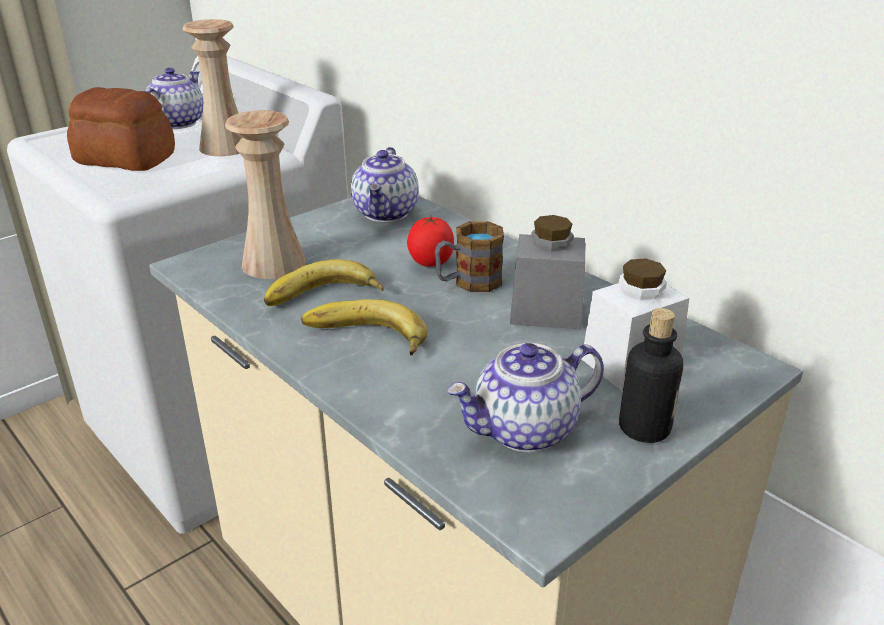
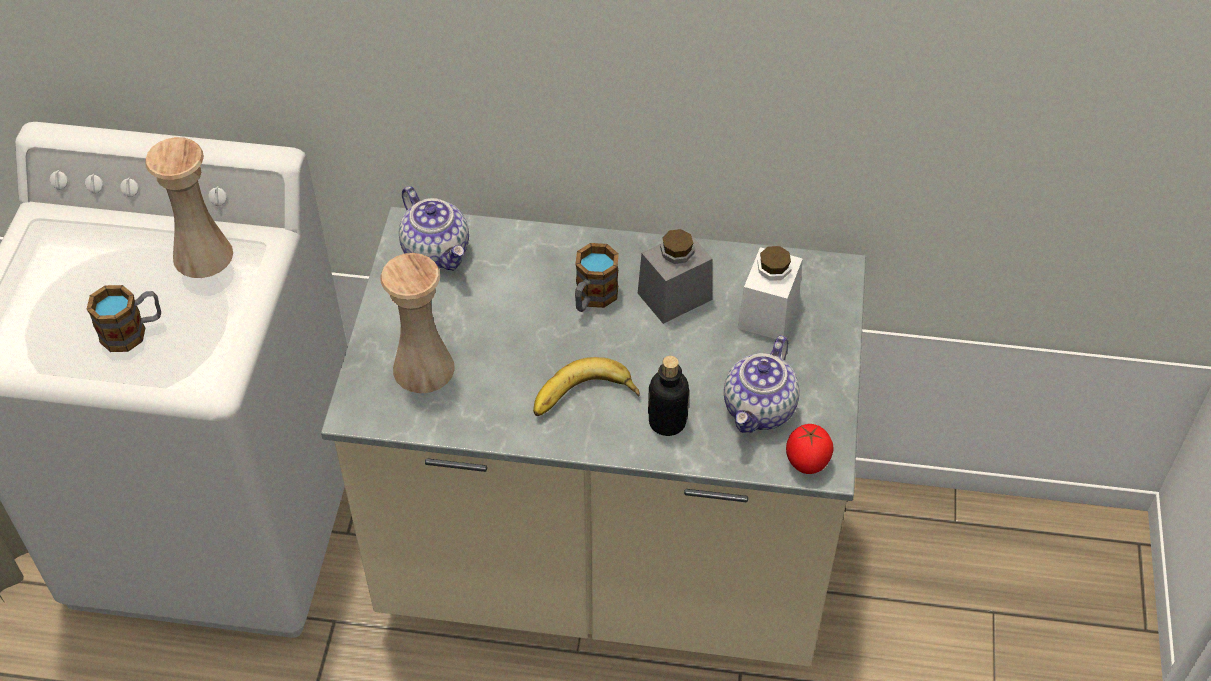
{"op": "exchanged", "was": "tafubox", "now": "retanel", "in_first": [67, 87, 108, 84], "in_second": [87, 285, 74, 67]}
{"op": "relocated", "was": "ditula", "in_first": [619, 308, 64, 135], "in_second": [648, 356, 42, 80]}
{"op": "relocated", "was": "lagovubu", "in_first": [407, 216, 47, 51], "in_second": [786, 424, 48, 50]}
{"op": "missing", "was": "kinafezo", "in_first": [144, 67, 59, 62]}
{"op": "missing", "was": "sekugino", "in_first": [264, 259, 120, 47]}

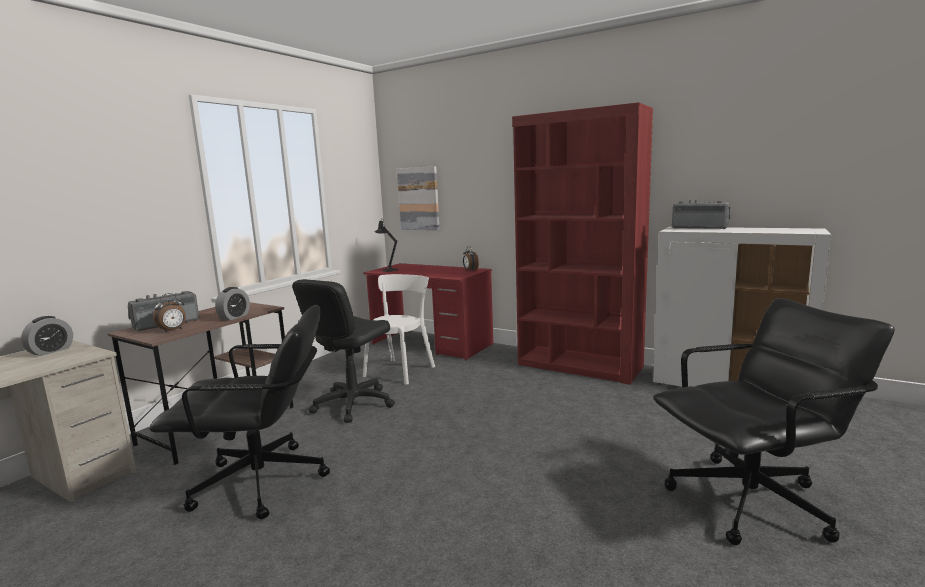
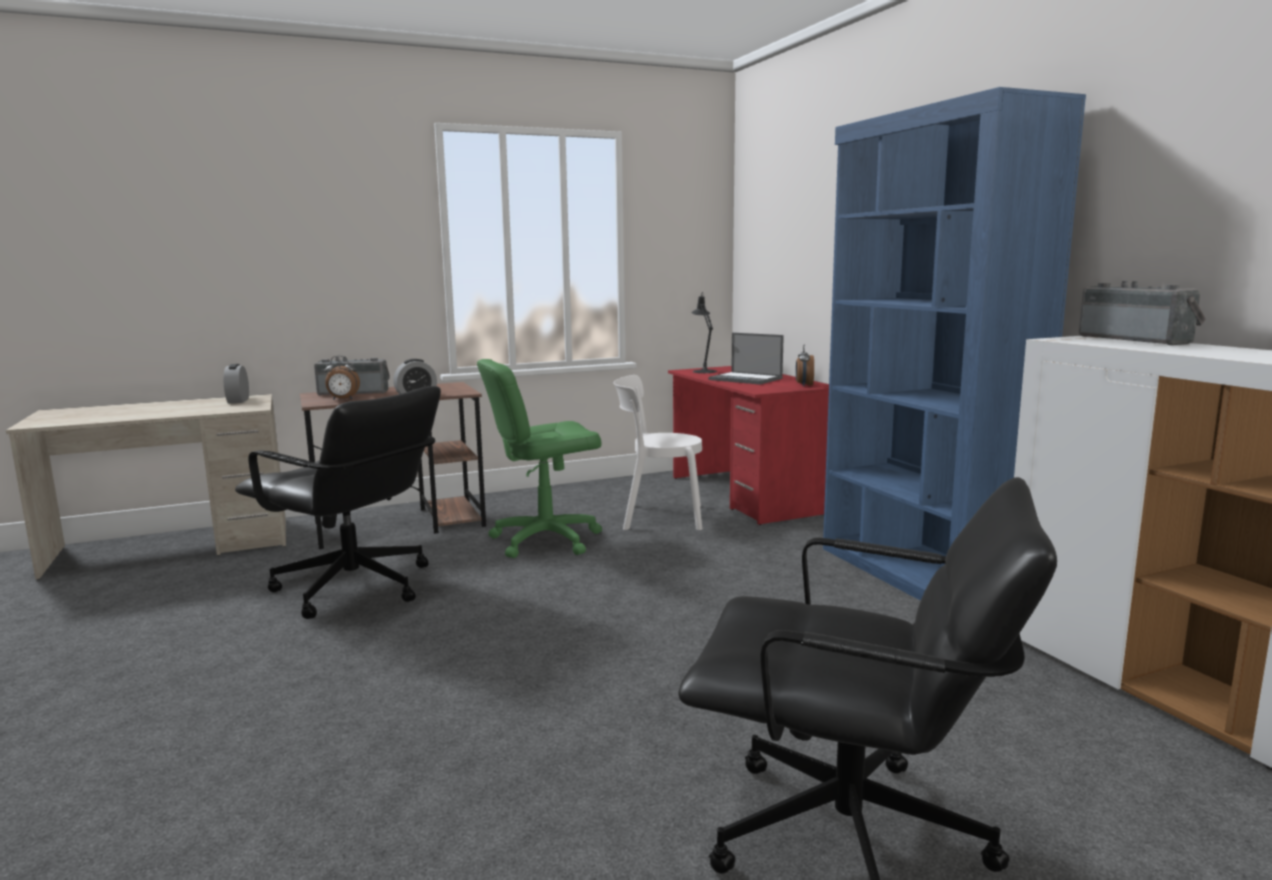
{"op": "spun", "was": "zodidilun", "in_first": [21, 316, 52, 40], "in_second": [224, 364, 25, 39], "clockwise": 105}
{"op": "colour", "was": "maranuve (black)", "now": "maranuve (green)", "in_first": [292, 279, 103, 144], "in_second": [477, 359, 125, 199]}
{"op": "spun", "was": "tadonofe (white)", "in_first": [363, 274, 72, 111], "in_second": [613, 375, 90, 155], "clockwise": -150}
{"op": "appeared", "now": "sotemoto", "in_second": [708, 333, 76, 52]}
{"op": "colour", "was": "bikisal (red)", "now": "bikisal (blue)", "in_first": [512, 102, 141, 283], "in_second": [823, 87, 263, 514]}
{"op": "missing", "was": "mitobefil", "in_first": [397, 166, 43, 64]}

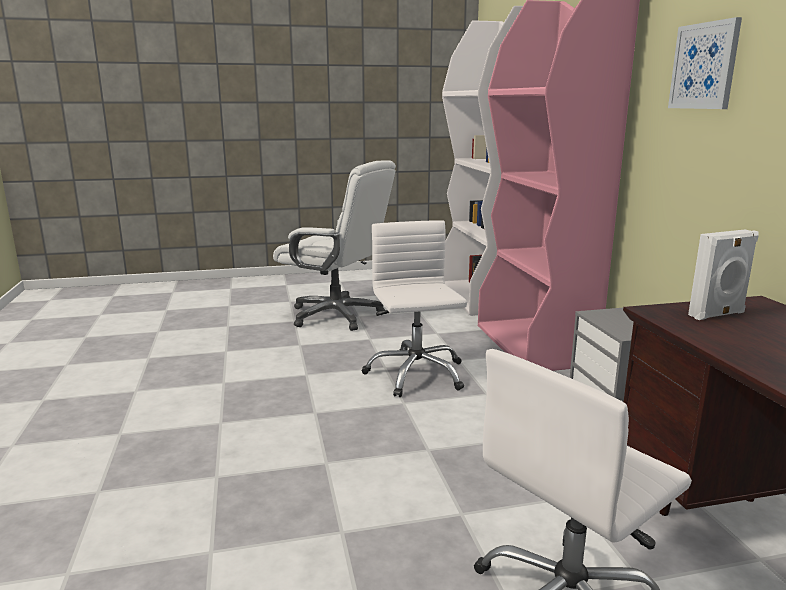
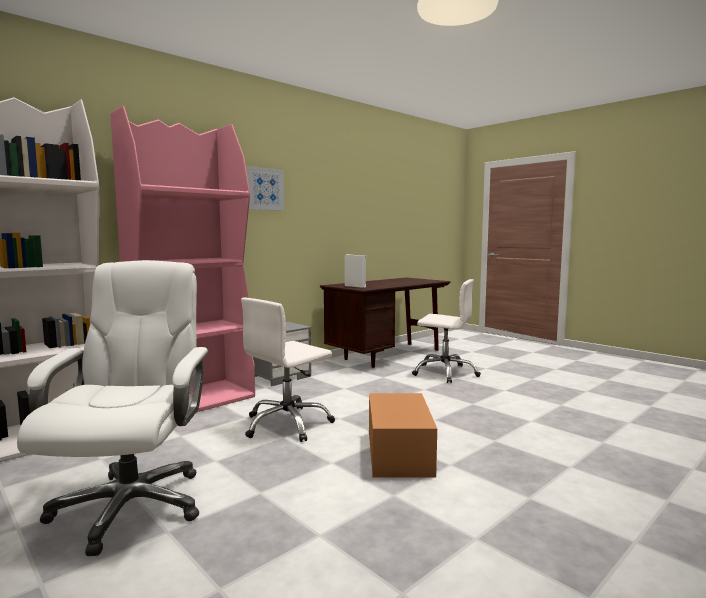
{"op": "appeared", "now": "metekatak", "in_second": [369, 393, 68, 85]}

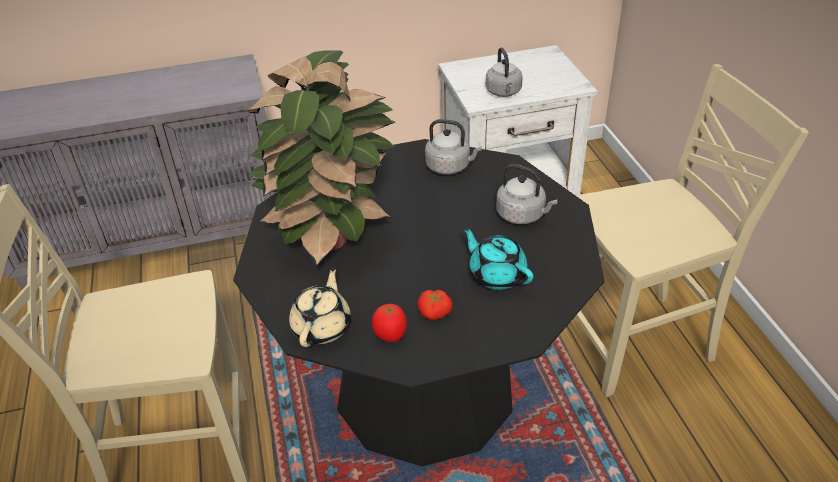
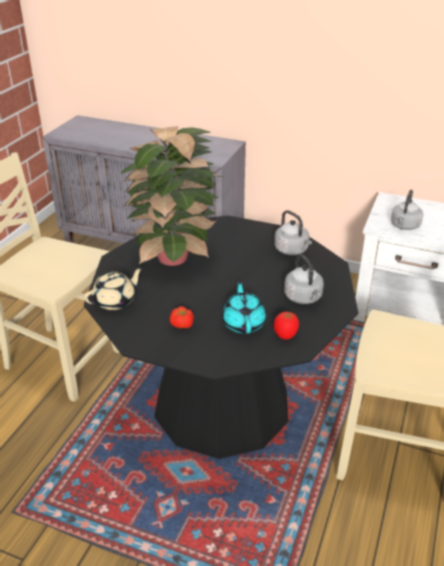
{"op": "relocated", "was": "lagovubu", "in_first": [372, 304, 35, 38], "in_second": [274, 312, 25, 28]}

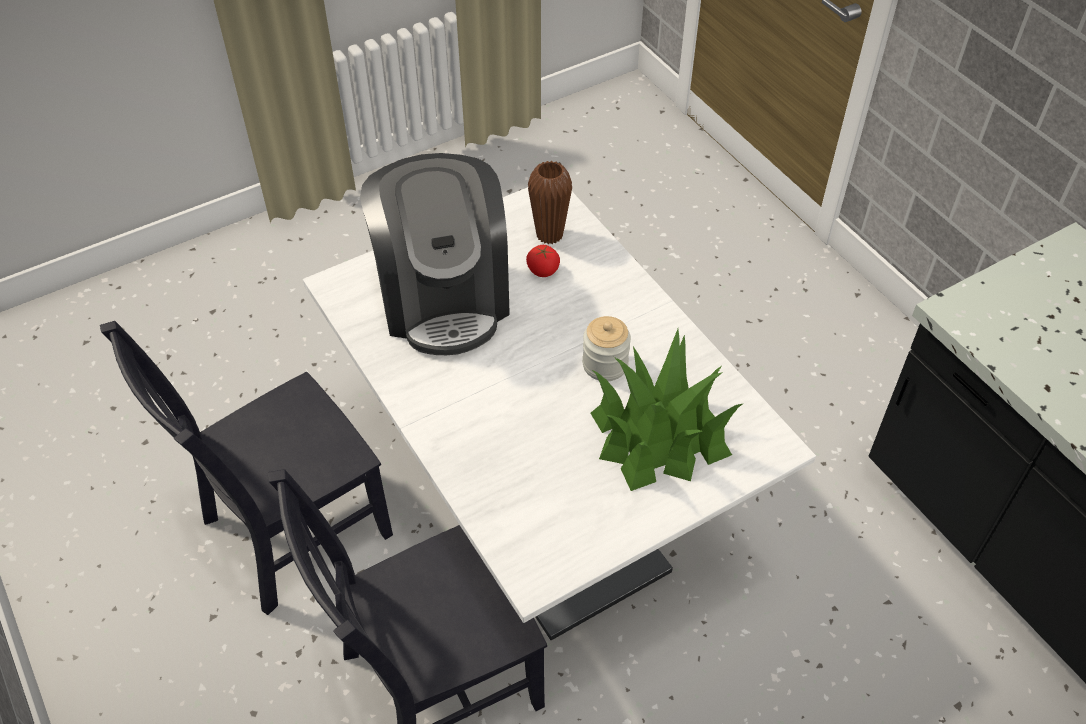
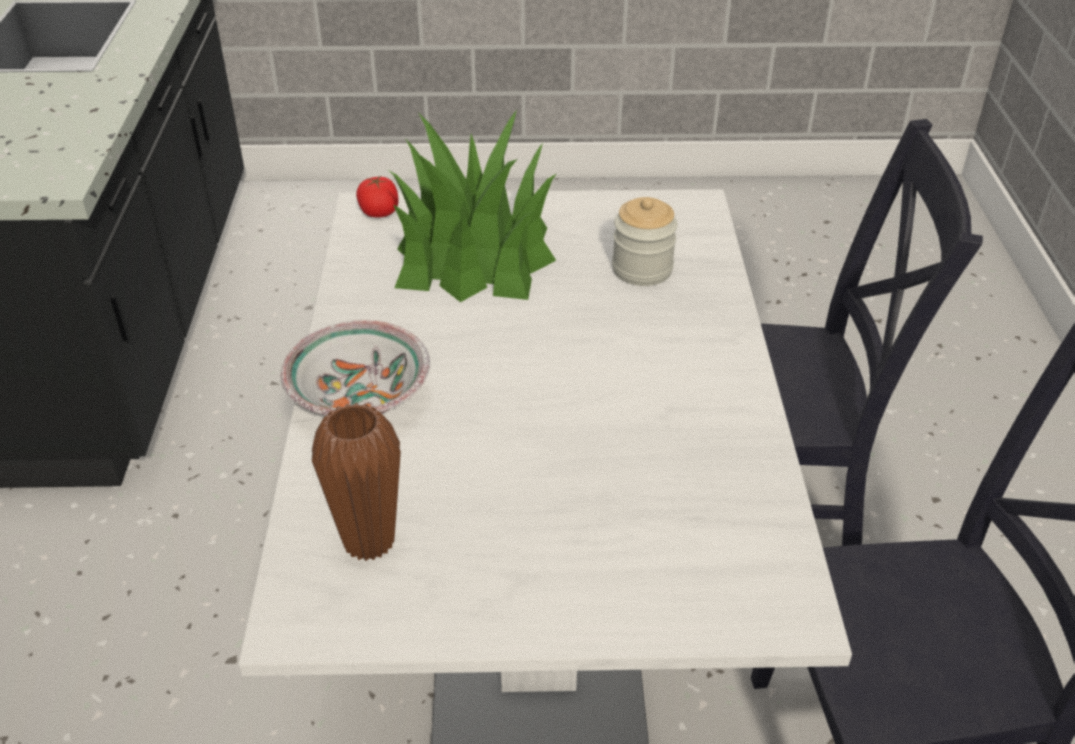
{"op": "appeared", "now": "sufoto", "in_second": [281, 320, 149, 95]}
{"op": "relocated", "was": "lagovubu", "in_first": [526, 245, 34, 32], "in_second": [356, 176, 43, 41]}
{"op": "relocated", "was": "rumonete", "in_first": [582, 316, 49, 65], "in_second": [612, 197, 66, 89]}
{"op": "missing", "was": "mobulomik", "in_first": [360, 153, 150, 202]}

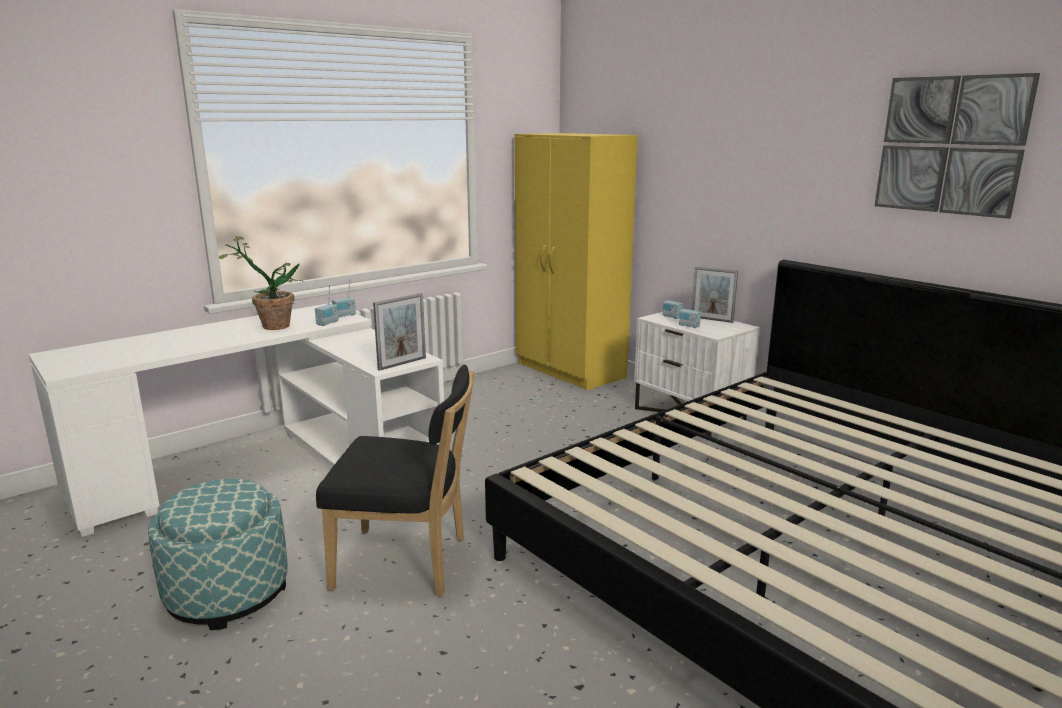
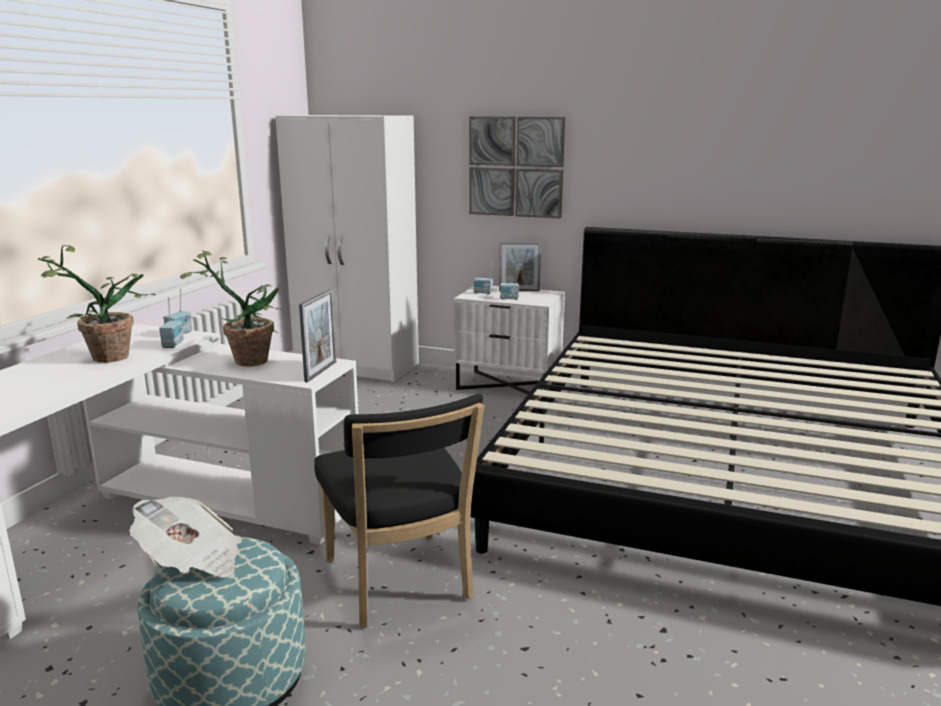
{"op": "appeared", "now": "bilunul", "in_second": [129, 497, 113, 81]}
{"op": "appeared", "now": "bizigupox", "in_second": [180, 251, 100, 116]}
{"op": "colour", "was": "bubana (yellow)", "now": "bubana (white)", "in_first": [515, 133, 123, 257], "in_second": [276, 115, 143, 267]}
{"op": "spun", "was": "tadonofe (black)", "in_first": [316, 365, 159, 232], "in_second": [314, 394, 170, 234], "clockwise": 90}
{"op": "relocated", "was": "mitobefil", "in_first": [875, 73, 165, 146], "in_second": [469, 116, 96, 102]}

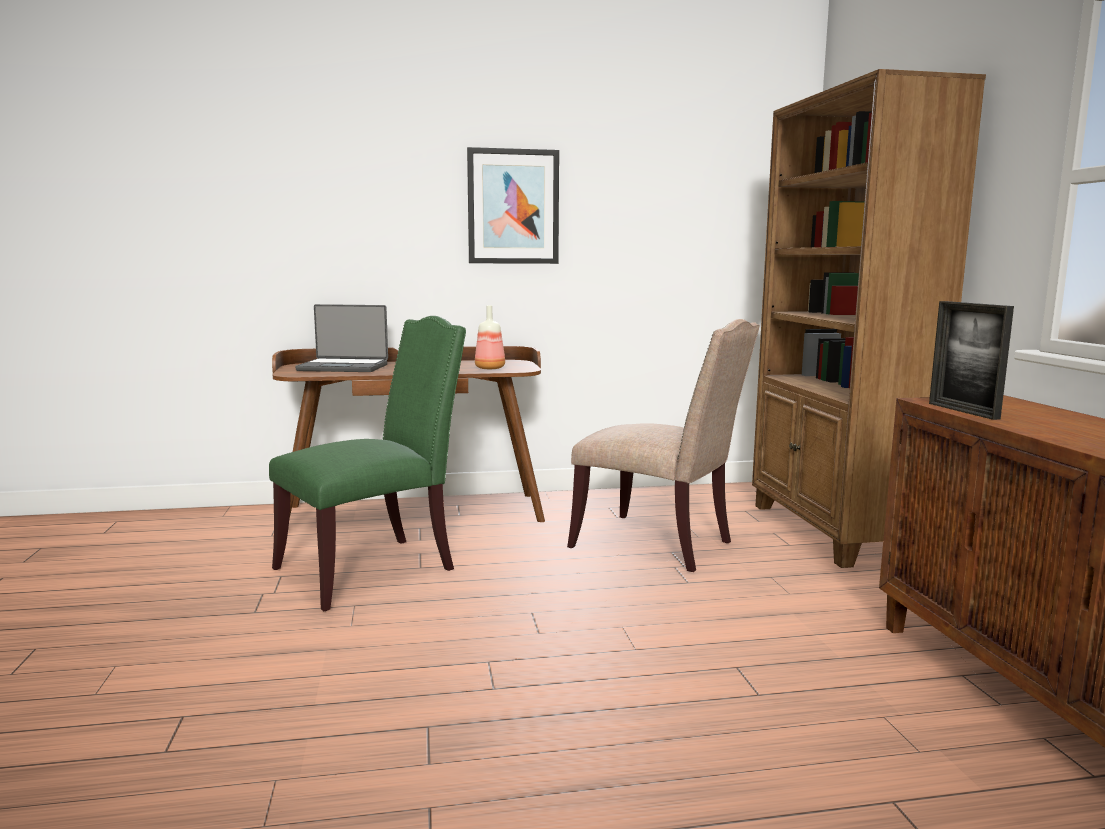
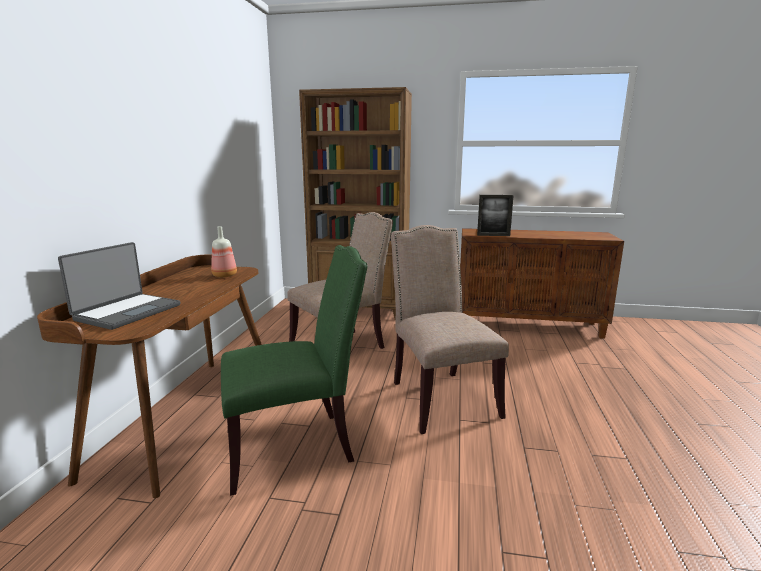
{"op": "spun", "was": "tadonofe (green)", "in_first": [269, 316, 197, 295], "in_second": [221, 245, 147, 251], "clockwise": 90}
{"op": "appeared", "now": "tadonofe (beige)", "in_second": [391, 225, 118, 209]}
{"op": "missing", "was": "mitobefil", "in_first": [467, 147, 92, 117]}

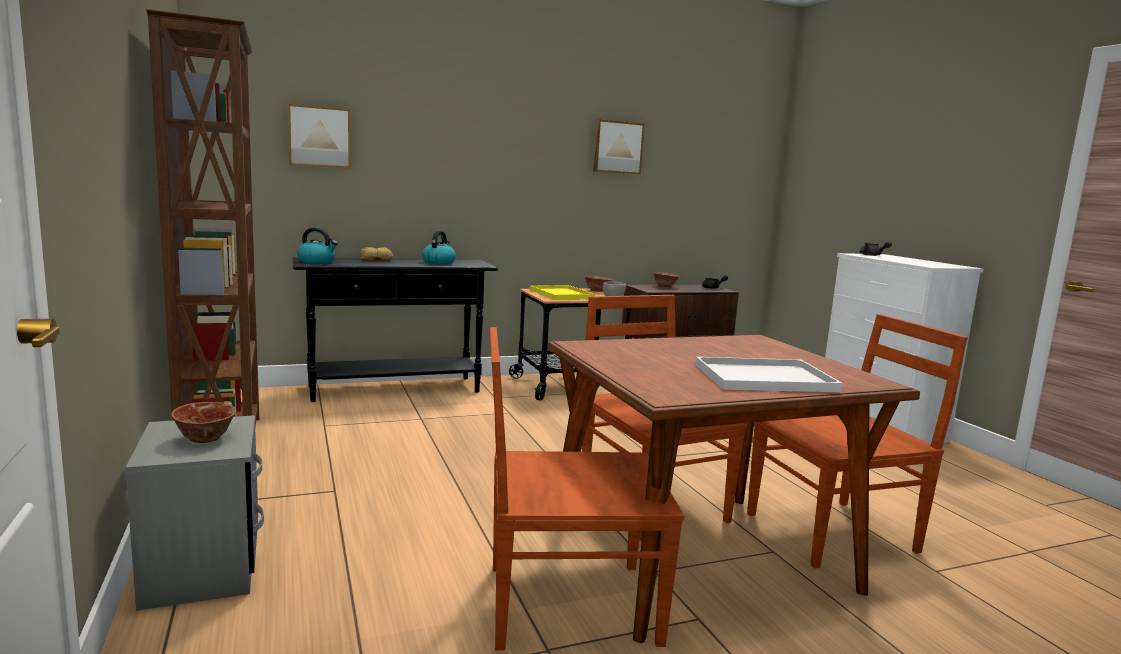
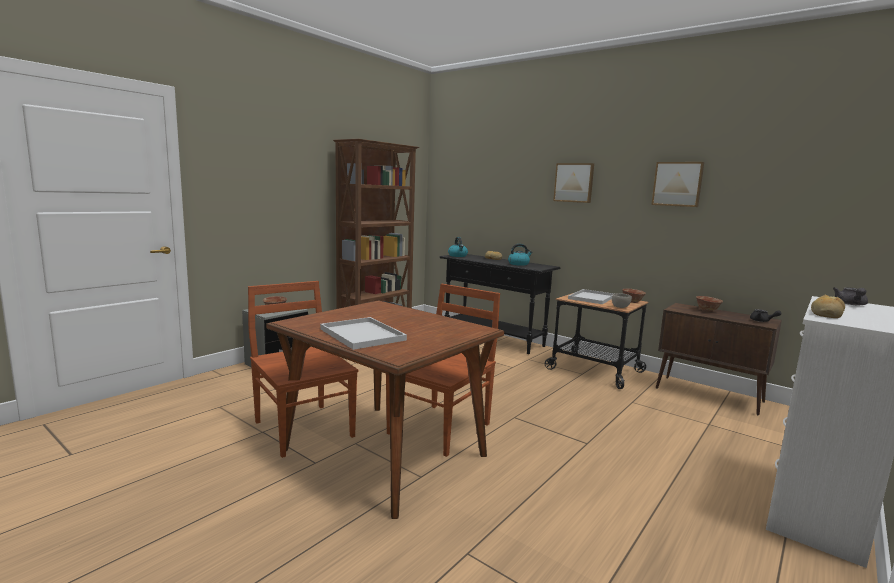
{"op": "relocated", "was": "mitobefil", "in_first": [288, 103, 63, 66], "in_second": [553, 163, 41, 40]}
{"op": "colour", "was": "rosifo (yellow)", "now": "rosifo (white)", "in_first": [530, 285, 65, 15], "in_second": [568, 289, 46, 15]}
{"op": "appeared", "now": "tafubox", "in_second": [811, 295, 34, 23]}
{"op": "missing", "was": "tadonofe (brown)", "in_first": [747, 314, 220, 255]}

